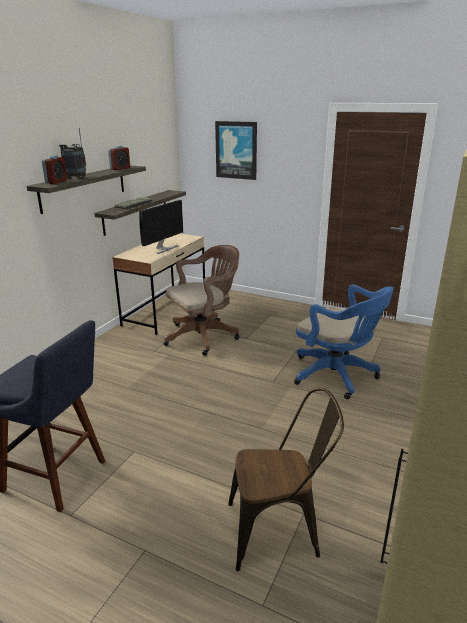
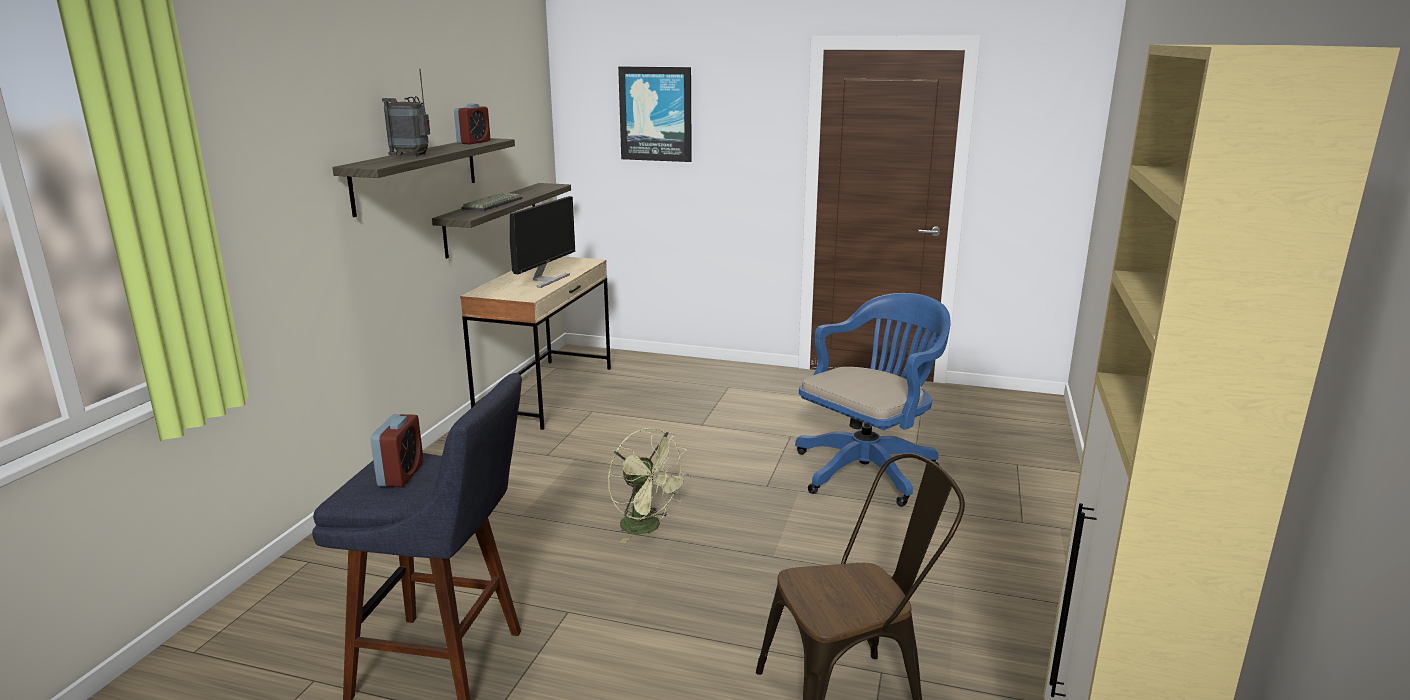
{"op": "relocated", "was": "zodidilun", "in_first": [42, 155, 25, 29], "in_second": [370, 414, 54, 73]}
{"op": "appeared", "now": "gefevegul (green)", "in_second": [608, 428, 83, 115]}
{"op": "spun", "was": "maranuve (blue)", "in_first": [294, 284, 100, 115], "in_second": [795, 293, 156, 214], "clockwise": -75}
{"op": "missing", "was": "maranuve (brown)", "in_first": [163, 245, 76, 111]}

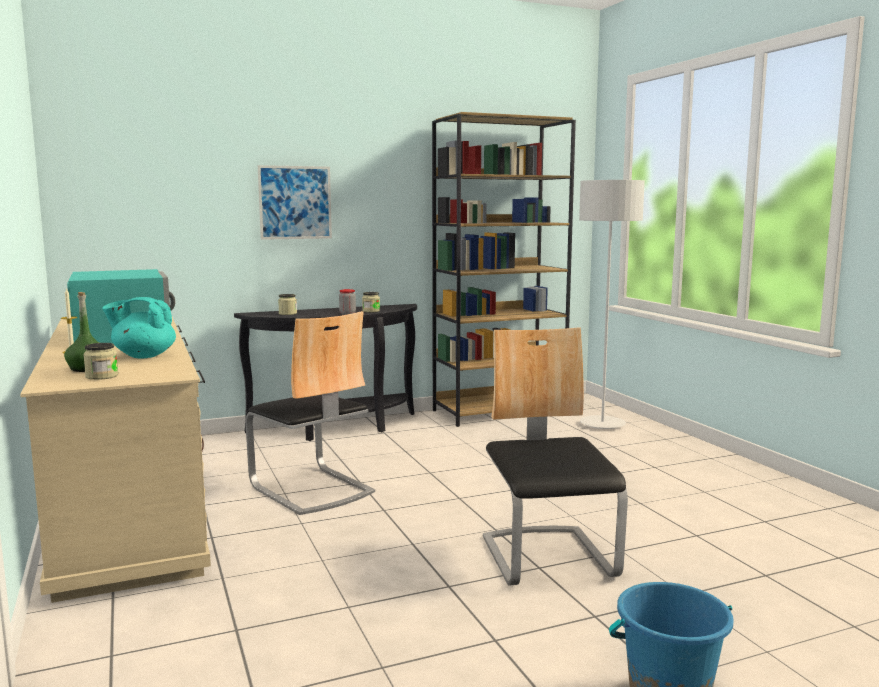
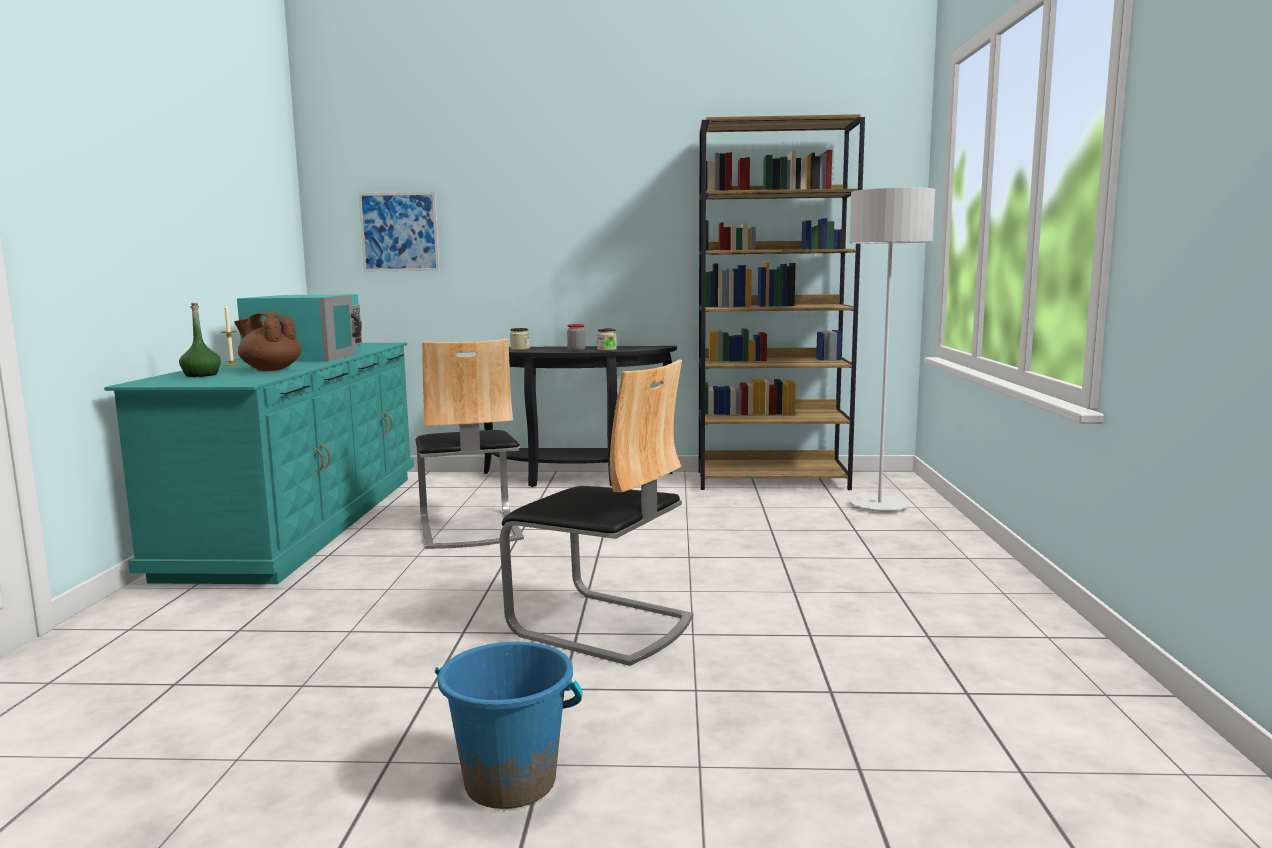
{"op": "colour", "was": "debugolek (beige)", "now": "debugolek (turquoise)", "in_first": [20, 317, 191, 286], "in_second": [104, 343, 310, 241]}
{"op": "colour", "was": "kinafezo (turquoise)", "now": "kinafezo (brown)", "in_first": [102, 297, 74, 62], "in_second": [234, 312, 67, 59]}
{"op": "relocated", "was": "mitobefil", "in_first": [258, 165, 74, 75], "in_second": [359, 192, 80, 79]}
{"op": "spun", "was": "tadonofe", "in_first": [483, 327, 145, 258], "in_second": [500, 359, 193, 307], "clockwise": 105}
{"op": "missing", "was": "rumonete", "in_first": [83, 343, 35, 37]}

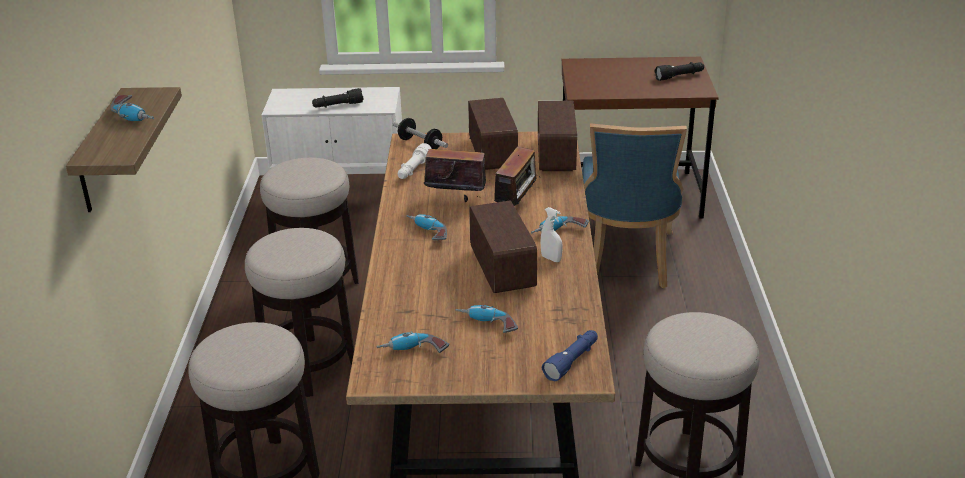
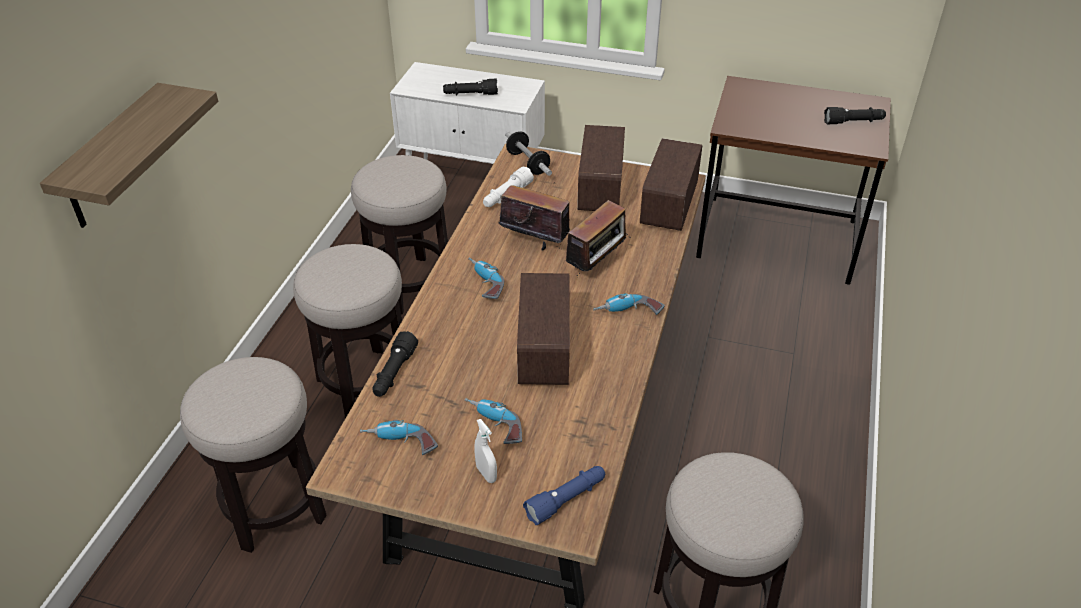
{"op": "appeared", "now": "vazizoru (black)", "in_second": [373, 331, 45, 66]}
{"op": "relocated", "was": "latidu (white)", "in_first": [541, 207, 21, 55], "in_second": [474, 419, 23, 64]}
{"op": "missing", "was": "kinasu", "in_first": [111, 95, 43, 26]}
{"op": "missing", "was": "tadonofe (blue)", "in_first": [582, 123, 105, 165]}

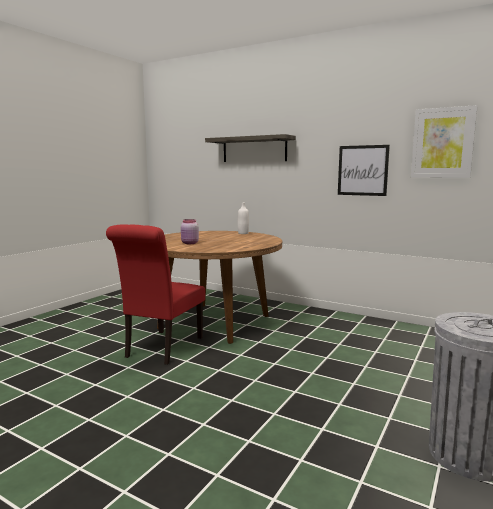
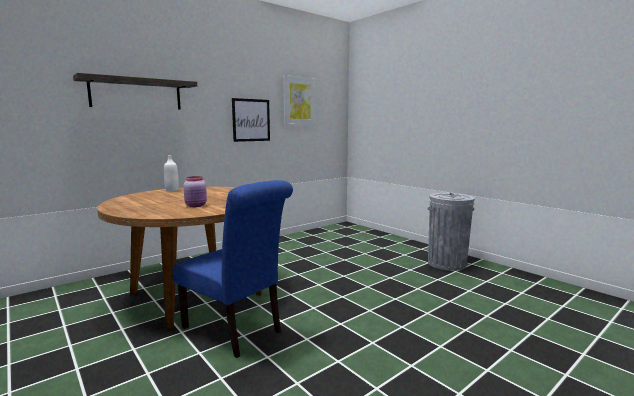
{"op": "colour", "was": "tadonofe (red)", "now": "tadonofe (blue)", "in_first": [106, 224, 99, 141], "in_second": [173, 180, 120, 178]}

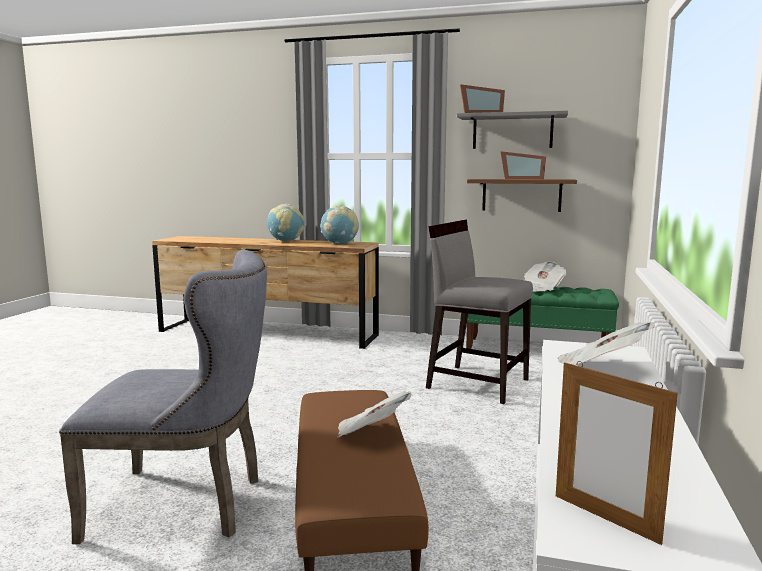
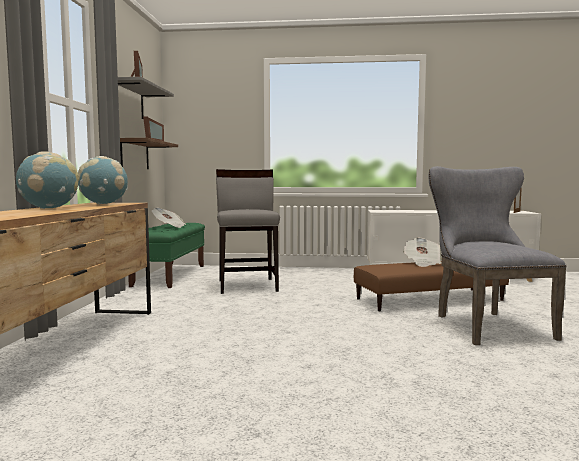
{"op": "spun", "was": "tadonofe (grey)", "in_first": [426, 220, 107, 184], "in_second": [216, 169, 64, 125], "clockwise": 150}
{"op": "missing", "was": "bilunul", "in_first": [557, 322, 98, 43]}

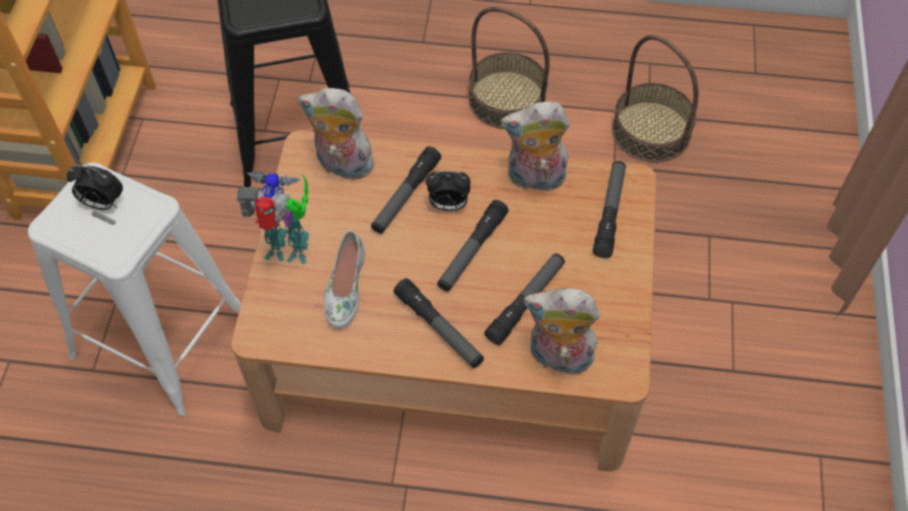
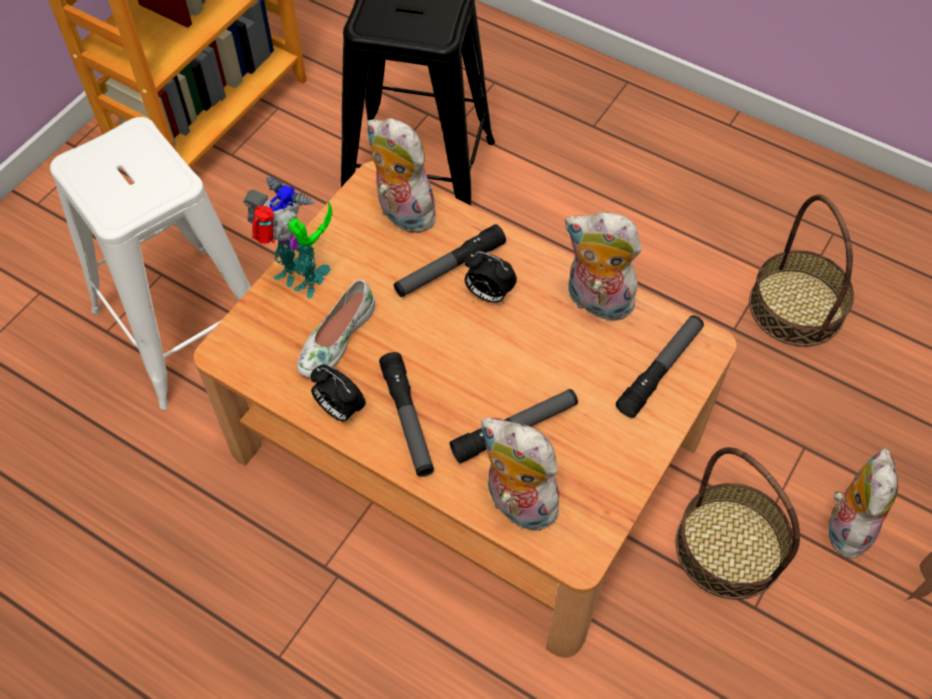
{"op": "relocated", "was": "zodidilun", "in_first": [66, 165, 57, 45], "in_second": [310, 365, 56, 57]}
{"op": "relocated", "was": "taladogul", "in_first": [468, 7, 82, 122], "in_second": [675, 447, 125, 153]}
{"op": "appeared", "now": "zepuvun", "in_second": [823, 448, 75, 115]}
{"op": "missing", "was": "vazizoru", "in_first": [437, 200, 72, 92]}

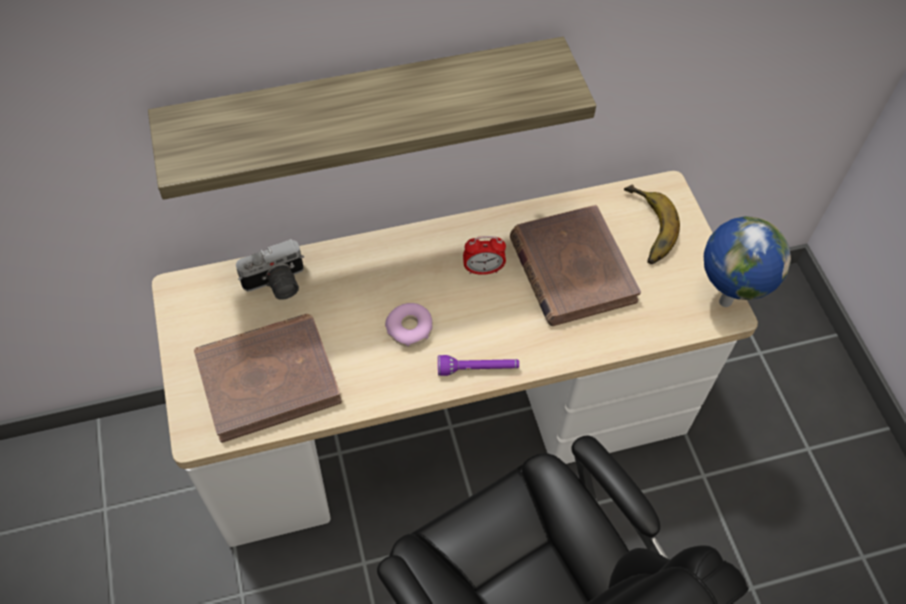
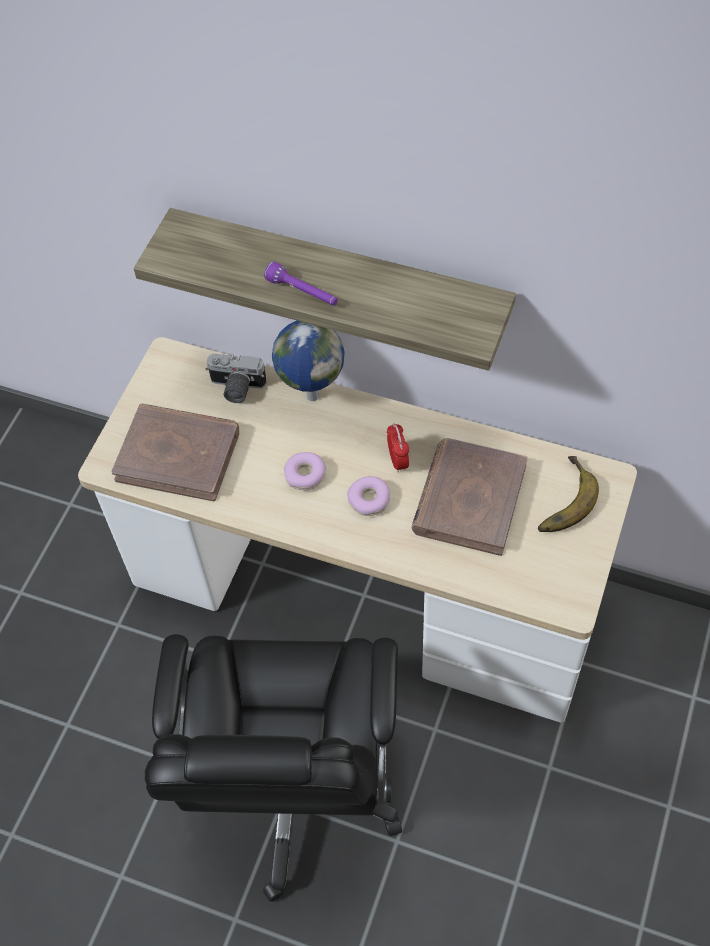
{"op": "relocated", "was": "vazizoru (purple)", "in_first": [438, 355, 81, 21], "in_second": [264, 261, 74, 44]}
{"op": "relocated", "was": "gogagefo", "in_first": [704, 216, 87, 91], "in_second": [272, 321, 73, 80]}
{"op": "appeared", "now": "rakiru", "in_second": [347, 476, 43, 40]}
{"op": "spun", "was": "zodidilun", "in_first": [463, 236, 43, 39], "in_second": [387, 423, 22, 50], "clockwise": -135}

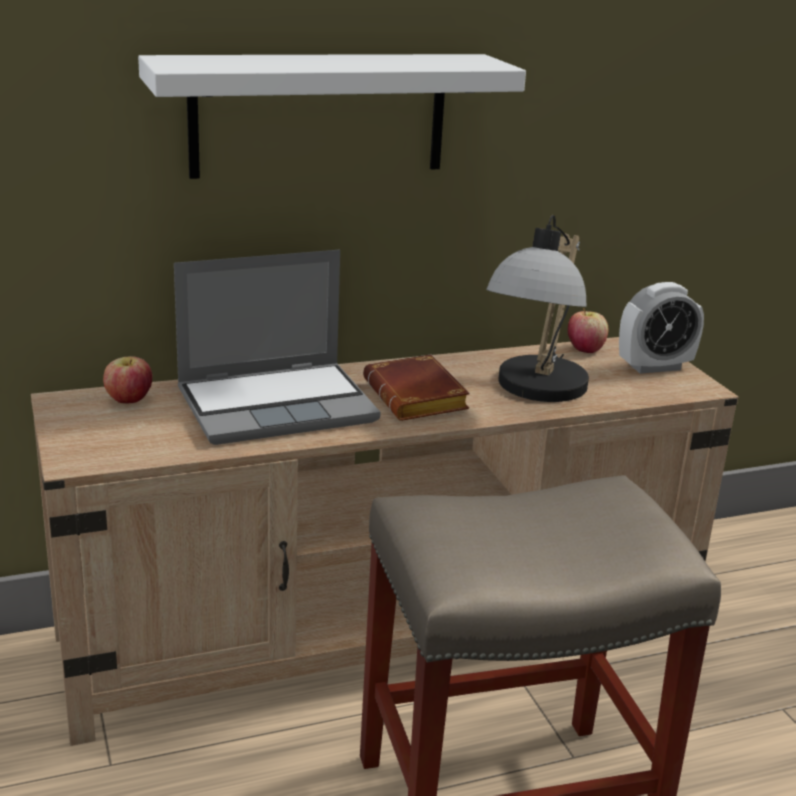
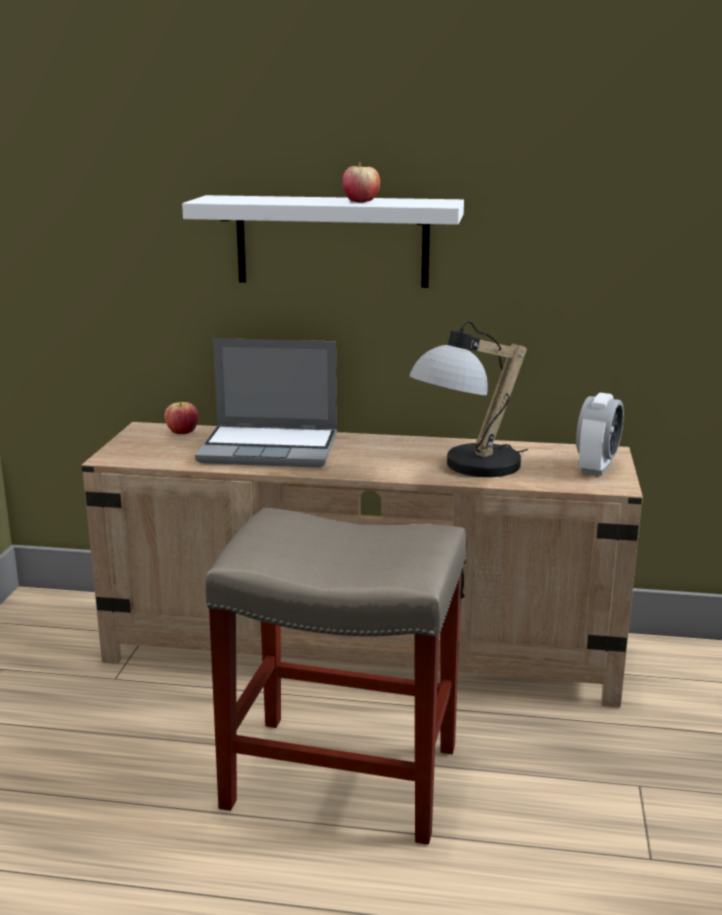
{"op": "relocated", "was": "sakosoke", "in_first": [568, 308, 41, 45], "in_second": [343, 162, 37, 41]}
{"op": "spun", "was": "zodidilun", "in_first": [619, 282, 85, 92], "in_second": [576, 393, 48, 83], "clockwise": -75}
{"op": "missing", "was": "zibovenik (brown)", "in_first": [363, 354, 107, 67]}

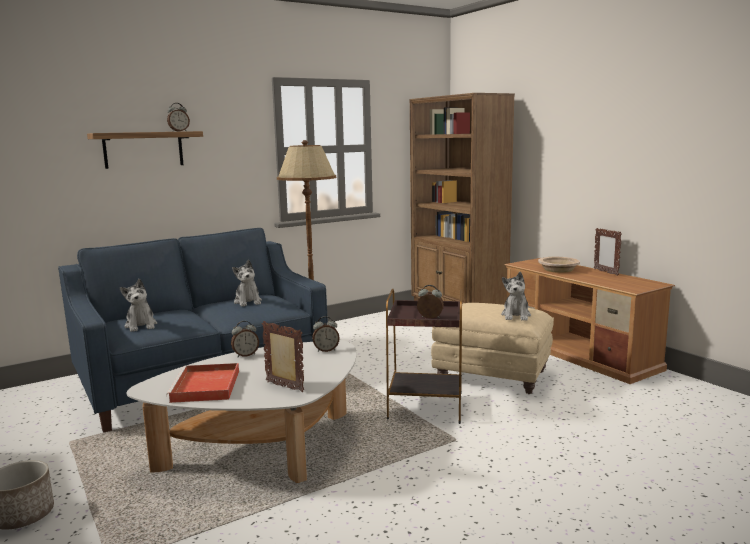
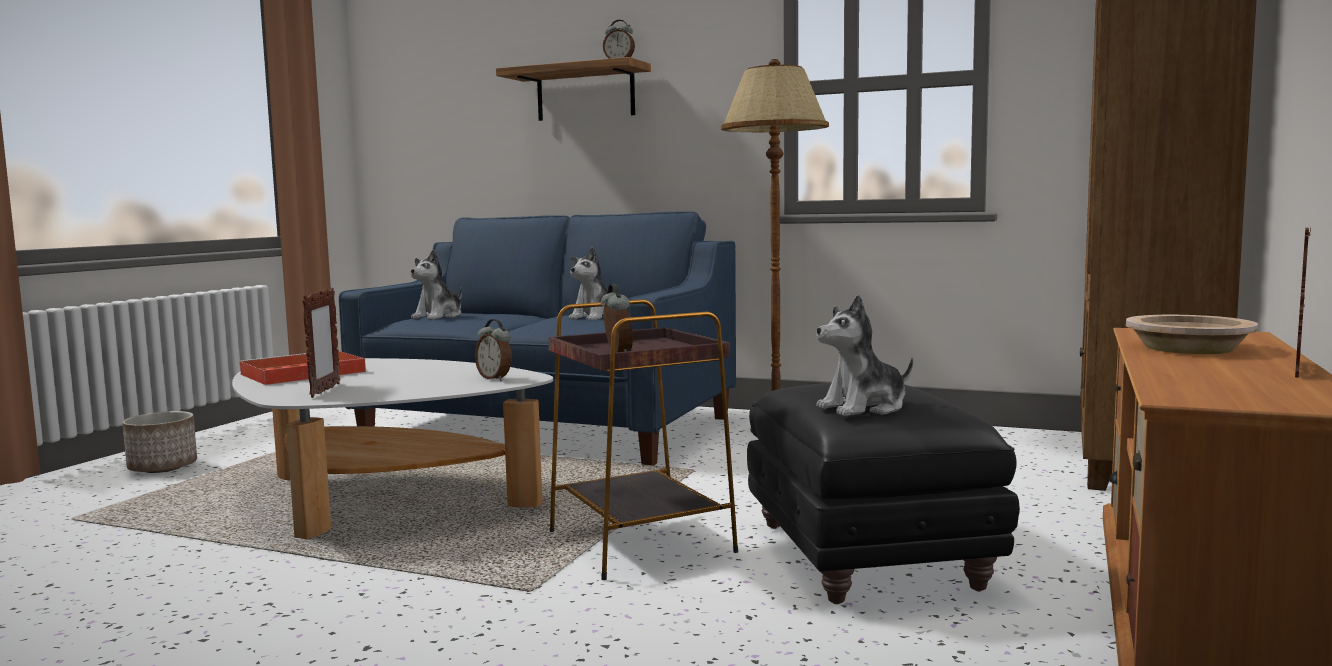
{"op": "colour", "was": "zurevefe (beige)", "now": "zurevefe (black)", "in_first": [431, 303, 123, 91], "in_second": [747, 382, 273, 222]}
{"op": "missing", "was": "zodidilun", "in_first": [231, 321, 28, 36]}

